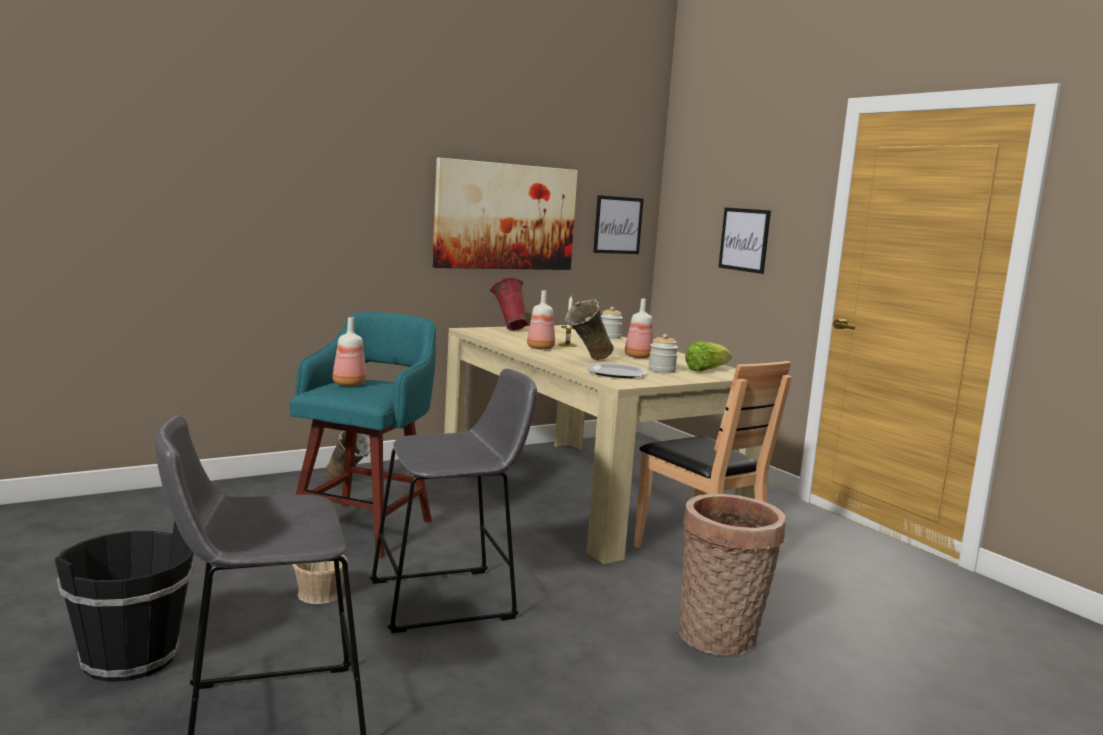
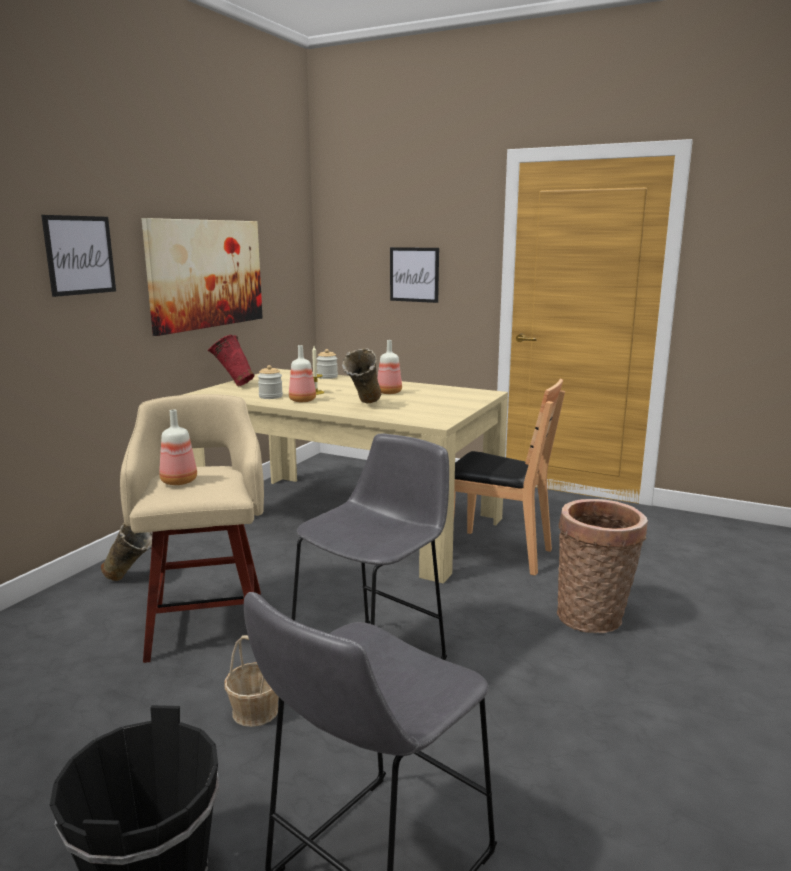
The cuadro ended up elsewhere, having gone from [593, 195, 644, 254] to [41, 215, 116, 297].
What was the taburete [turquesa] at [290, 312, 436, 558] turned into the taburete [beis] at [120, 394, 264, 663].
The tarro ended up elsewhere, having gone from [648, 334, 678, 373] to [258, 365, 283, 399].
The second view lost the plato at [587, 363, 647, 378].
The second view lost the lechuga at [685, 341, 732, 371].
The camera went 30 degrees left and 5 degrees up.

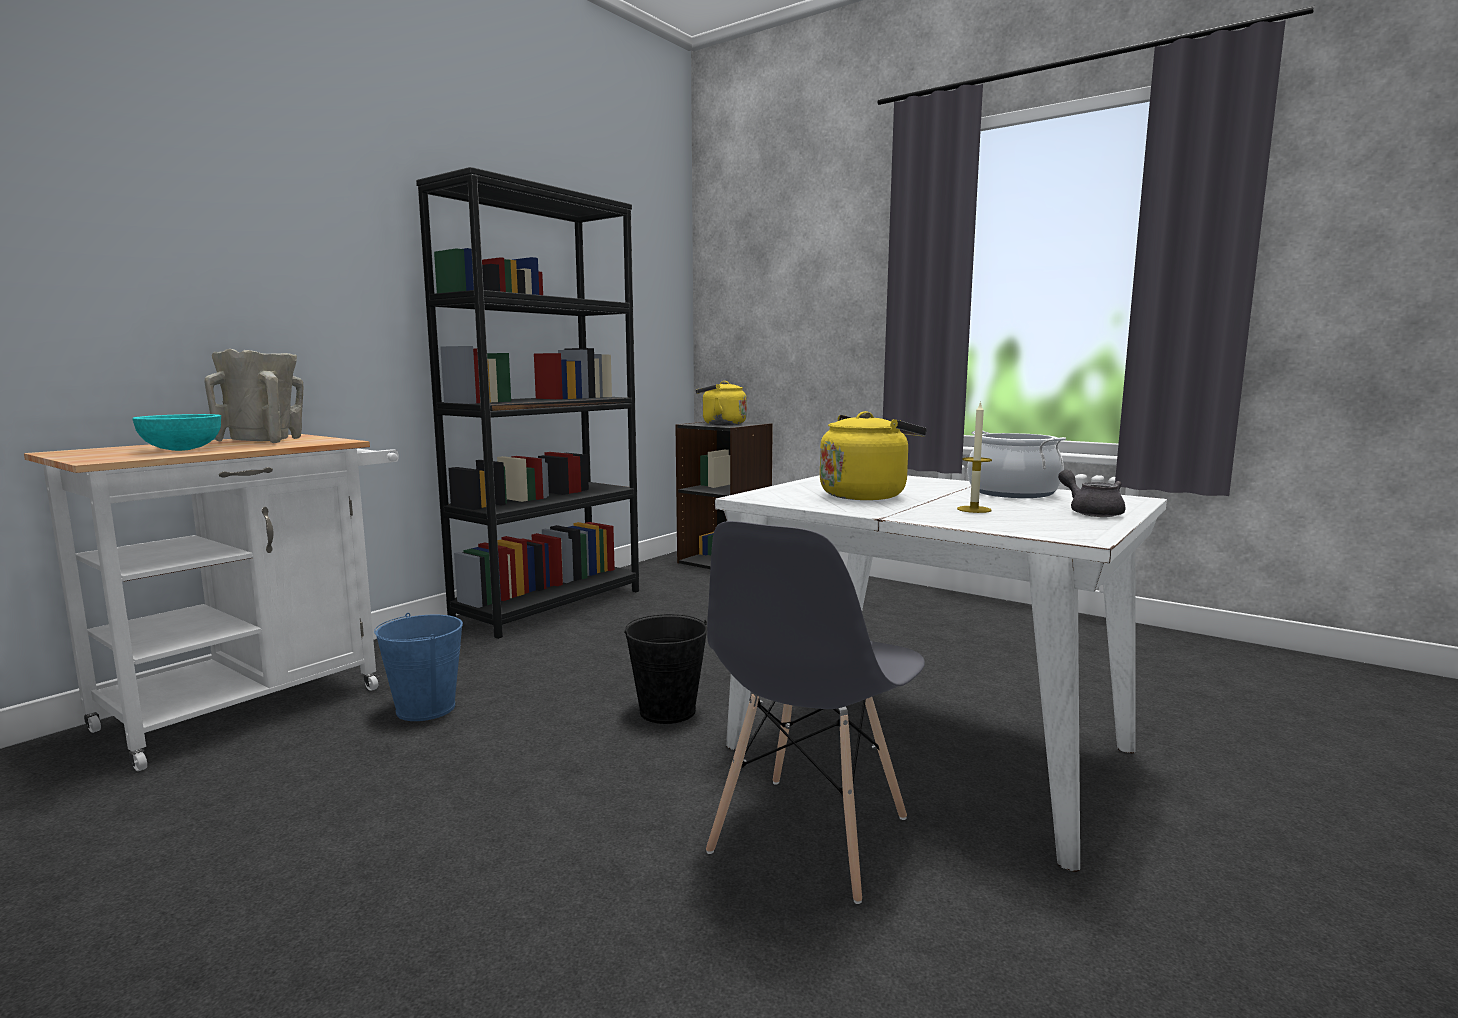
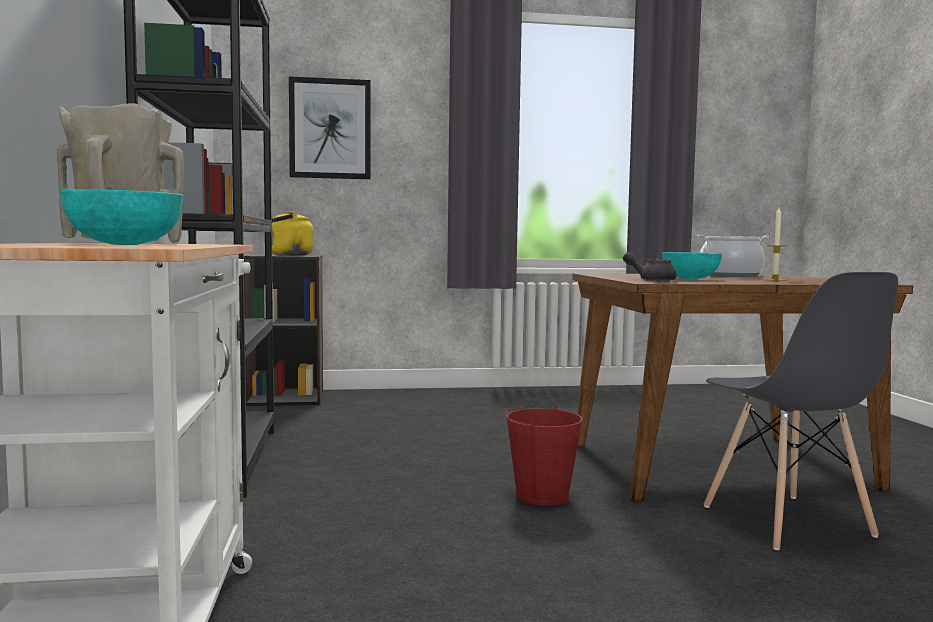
The second view gained the cuadro at [289, 76, 371, 179].
What was the cubo [negro] at [624, 614, 707, 724] turned into the cubo [rojo] at [505, 405, 583, 506].
What was the mesa de comedor [blanco] at [715, 475, 1167, 872] turned into the mesa de comedor [marrón] at [572, 273, 913, 501].
The tetera [gris] ended up elsewhere, having gone from [1058, 470, 1125, 517] to [623, 252, 677, 282].
Where the hervidor [amarillo] stood at [820, 411, 927, 500], the cuenco [turquesa] came to stand at [662, 252, 722, 279].
The second view lost the cubo [azul] at [374, 613, 463, 721].
The camera went 45 degrees left and 5 degrees down.

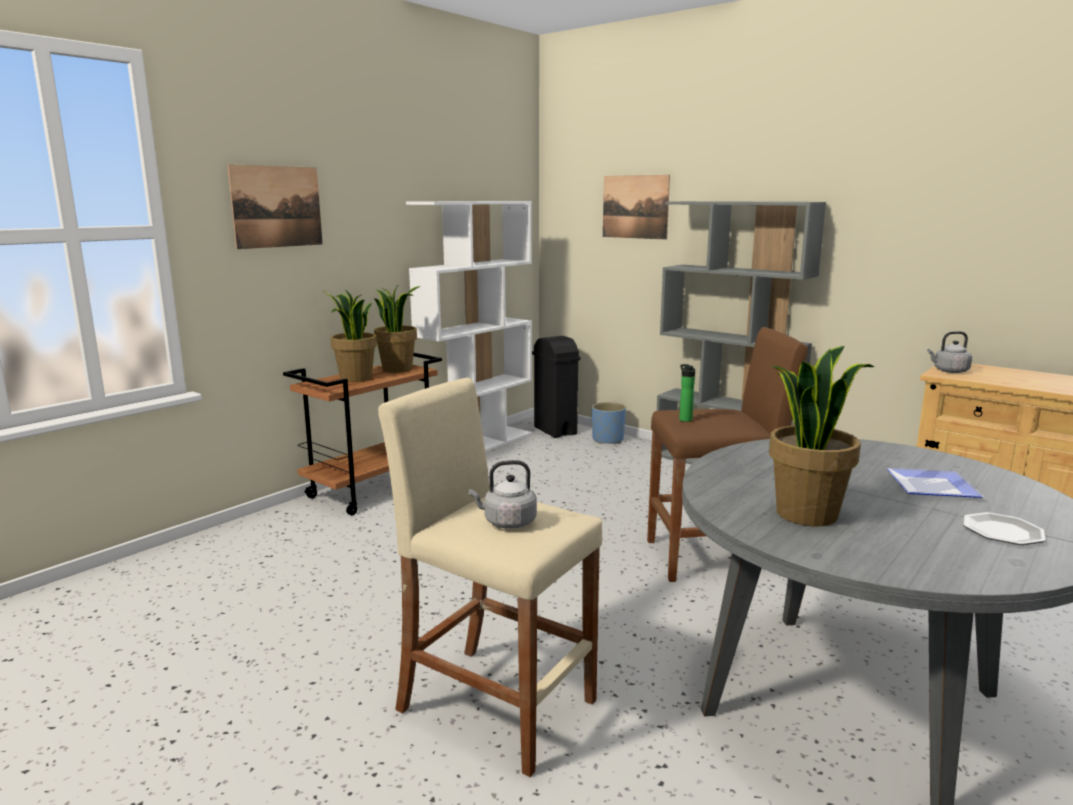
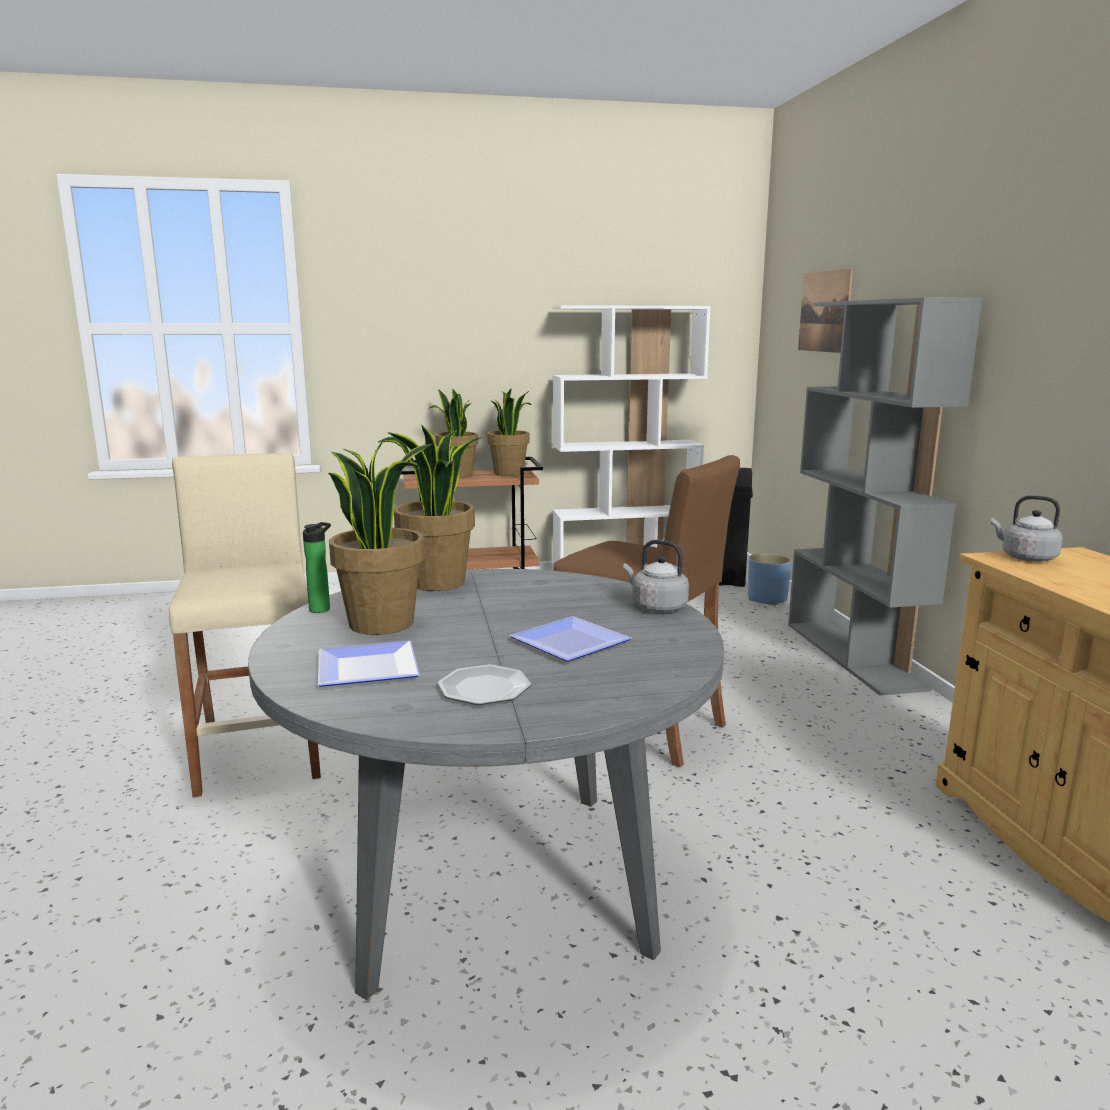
The botella ended up elsewhere, having gone from [679, 364, 695, 422] to [303, 522, 331, 613].
The second view gained the plato at [318, 641, 420, 687].
The second view gained the planta en maceta at [378, 424, 482, 591].
The hervidor [gris] ended up elsewhere, having gone from [469, 460, 537, 529] to [623, 540, 689, 612].
The second view lost the cuadro at [227, 165, 323, 249].
The camera went 40 degrees right and 0 degrees up.

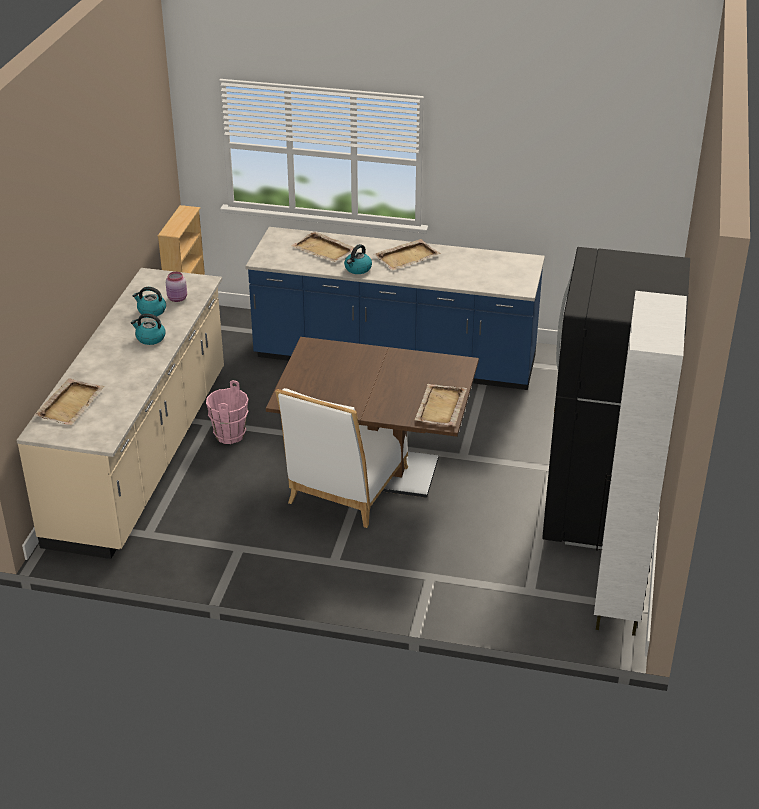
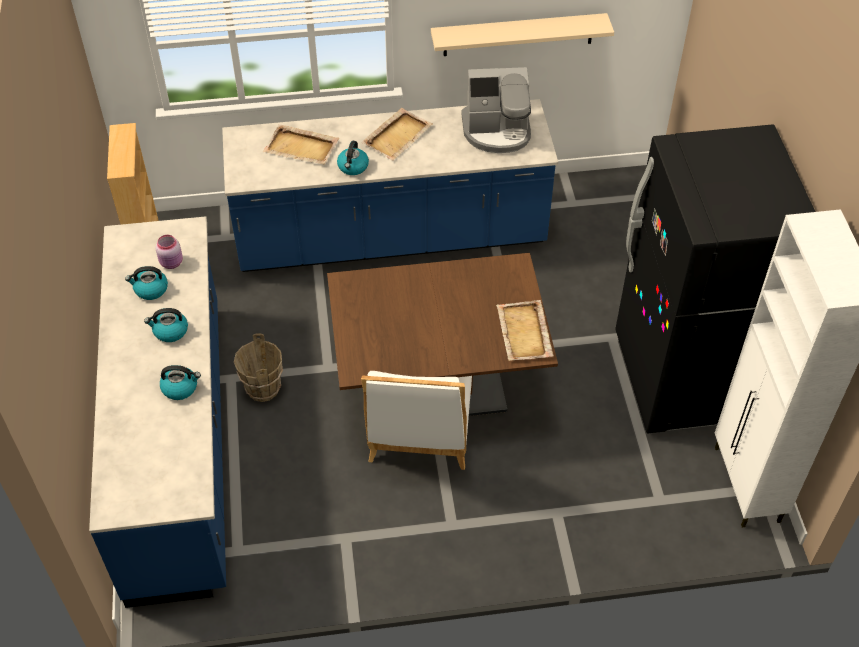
What was the mueble bajo de cocina [beis] at [16, 268, 224, 559] turned into the mueble bajo de cocina [azul] at [89, 216, 226, 608].
The second view gained the hervidor at [160, 365, 201, 400].
What was the cubo [rosa] at [206, 380, 249, 444] turned into the cubo [marrón] at [234, 333, 283, 402].
The second view gained the estante [beis] at [431, 13, 614, 56].
The second view gained the cafetera at [461, 67, 531, 153].
The second view lost the bandeja [beis] at [34, 378, 105, 426].
The camera went 20 degrees left and 15 degrees up.

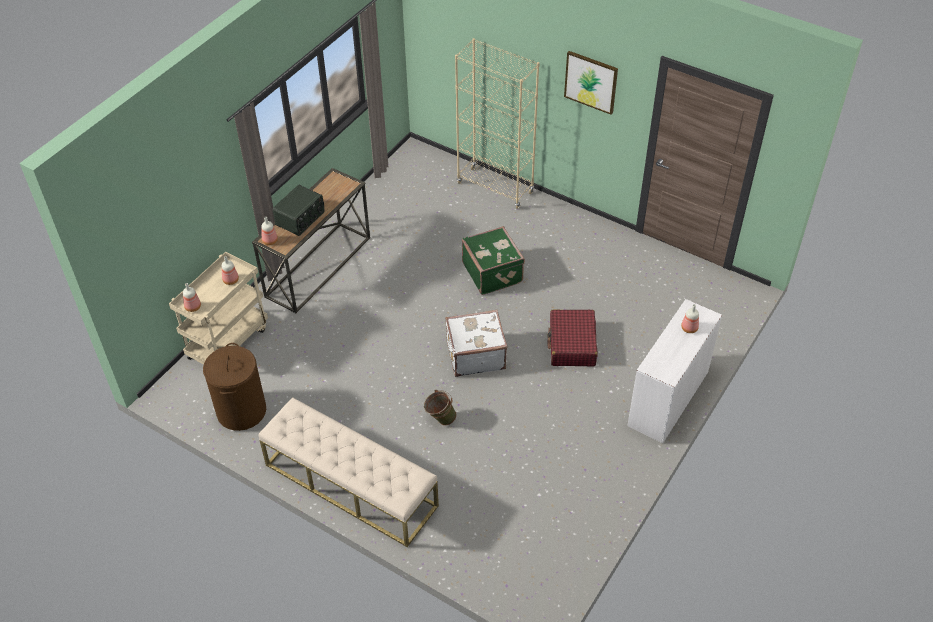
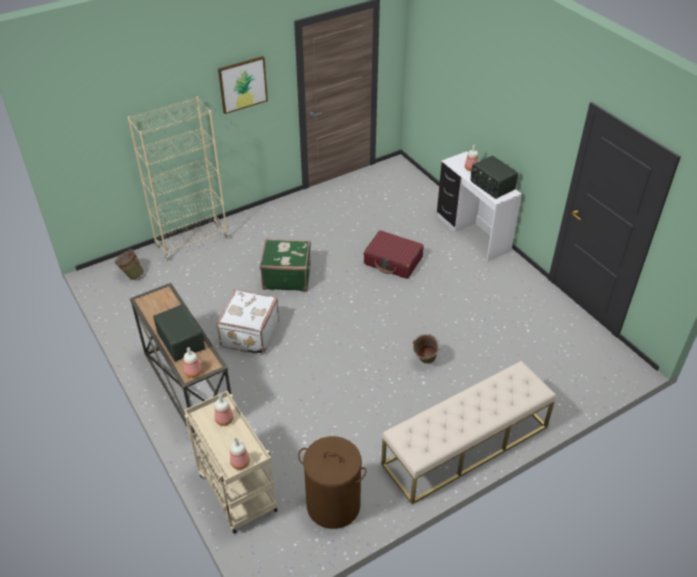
The second view gained the cubo [verde] at [115, 249, 144, 280].
The maleta [blanco] ended up elsewhere, having gone from [445, 310, 507, 377] to [216, 289, 279, 355].
The second view gained the radio at [470, 156, 518, 199].
The camera went 65 degrees left and 5 degrees down.

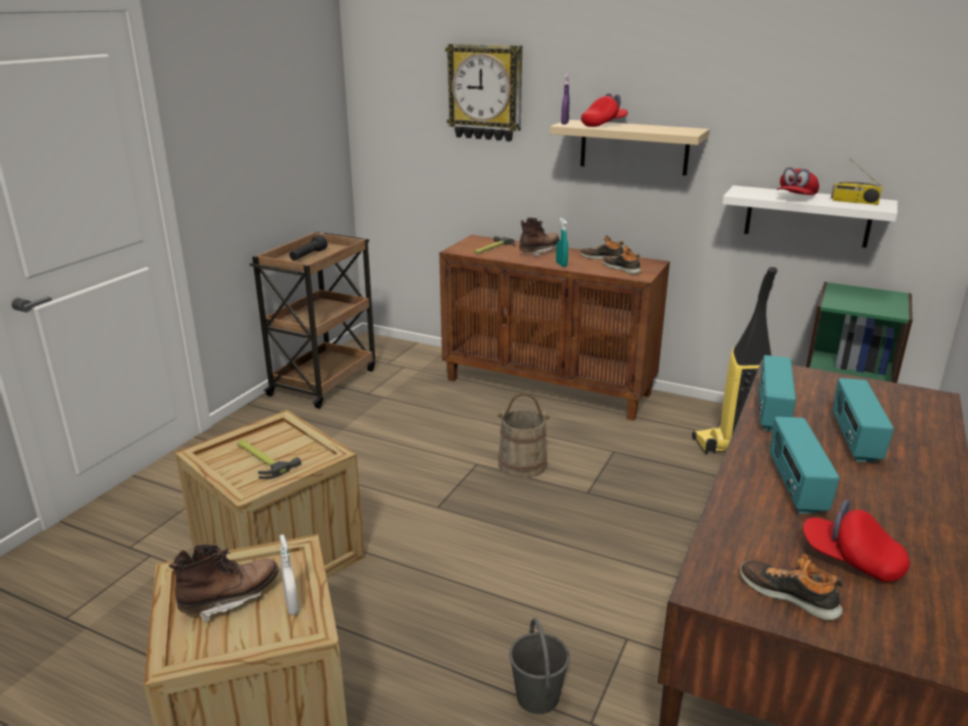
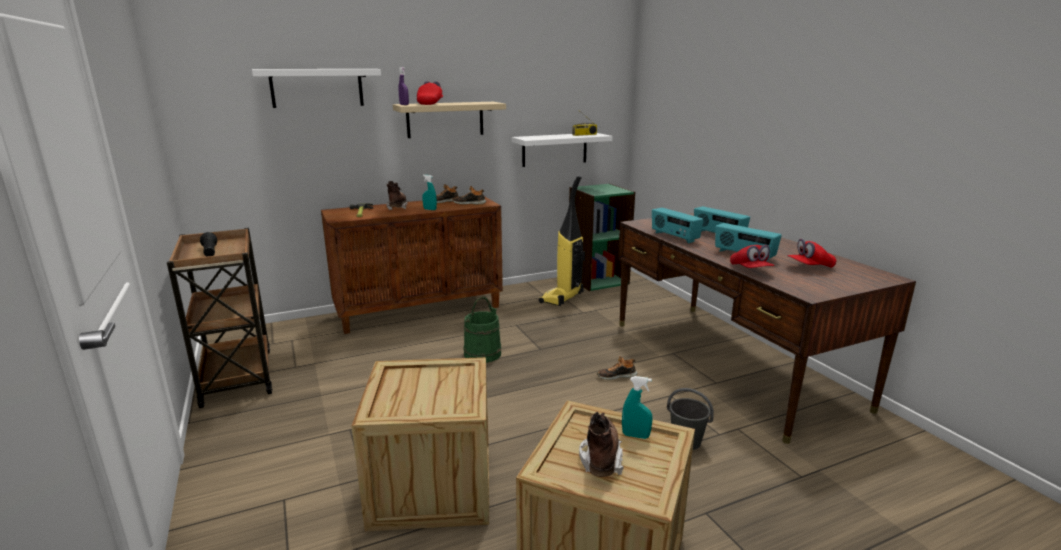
Where the reloj de pared hung at [445, 44, 522, 141], the estante [blanco] came to hang at [252, 69, 381, 108].
What was the cubo [beis] at [497, 393, 550, 478] turned into the cubo [verde] at [463, 297, 501, 363].
The zapato ended up elsewhere, having gone from [740, 554, 843, 621] to [597, 356, 637, 380].
What was the pulverizador [blanco] at [279, 534, 299, 615] turned into the pulverizador [turquesa] at [622, 376, 652, 439].
The gorra [rojo] ended up elsewhere, having gone from [777, 167, 819, 195] to [730, 245, 775, 268].
The second view lost the martillo at [237, 440, 301, 479].
The camera went 50 degrees left and 5 degrees down.

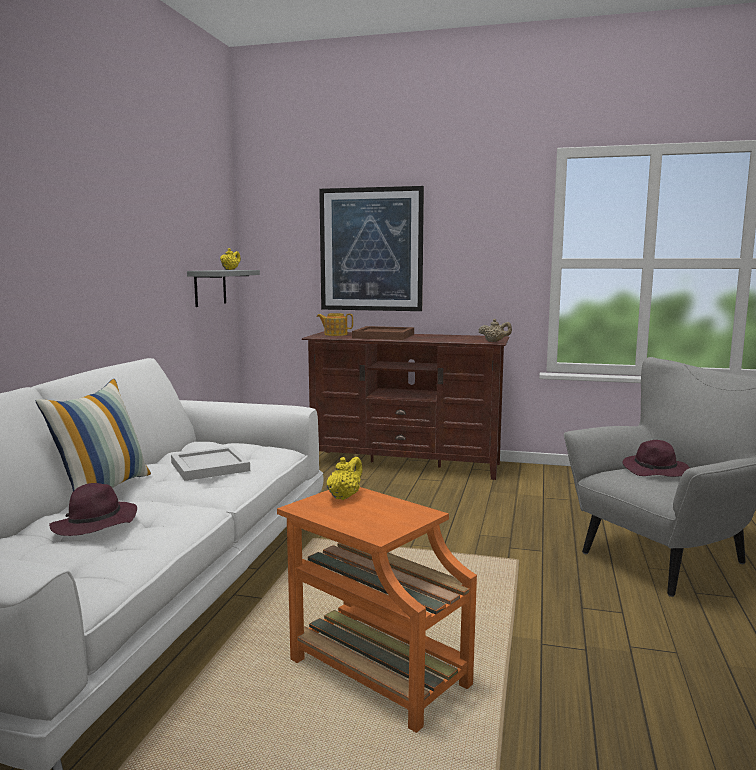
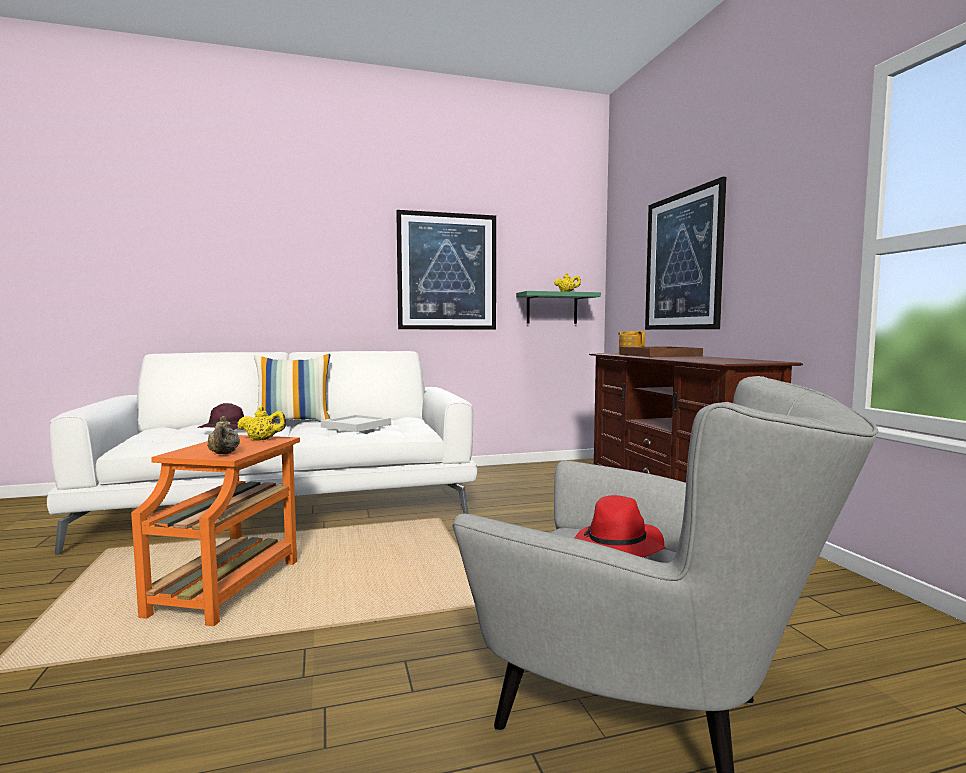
The tetera [beis] ended up elsewhere, having gone from [478, 319, 512, 342] to [207, 416, 240, 454].
The second view gained the cuadro at [396, 210, 496, 329].
What was the estante [gris] at [187, 270, 260, 307] turned into the estante [verde] at [516, 291, 601, 324].
What was the sombrero [morado] at [622, 440, 690, 477] turned into the sombrero [rojo] at [575, 495, 666, 557].
The camera went 60 degrees right and 5 degrees down.

